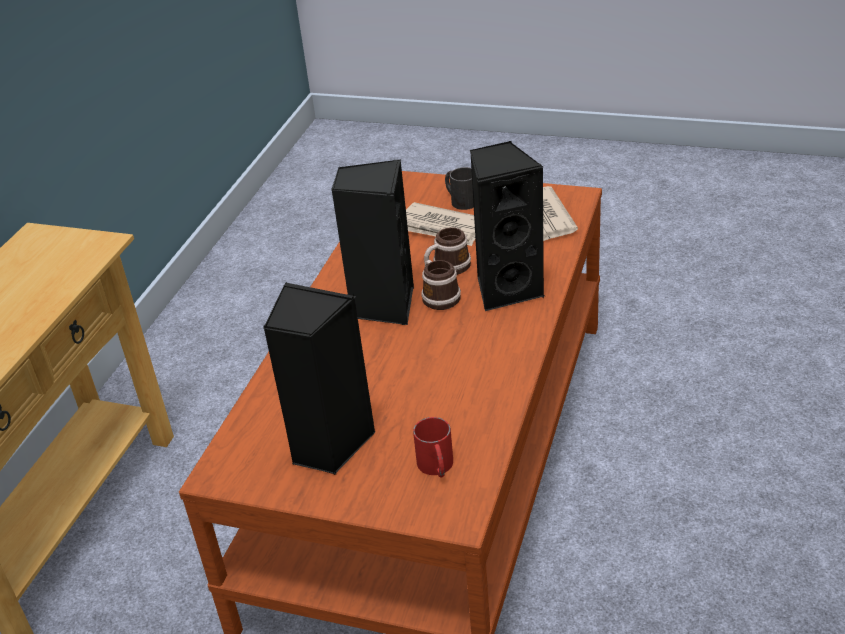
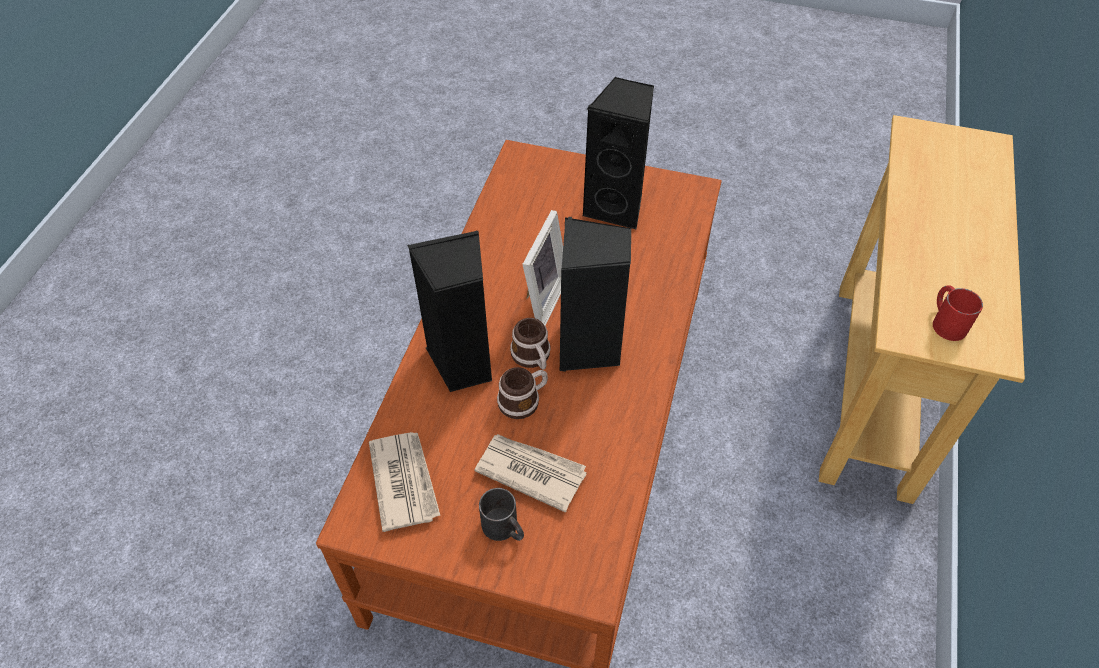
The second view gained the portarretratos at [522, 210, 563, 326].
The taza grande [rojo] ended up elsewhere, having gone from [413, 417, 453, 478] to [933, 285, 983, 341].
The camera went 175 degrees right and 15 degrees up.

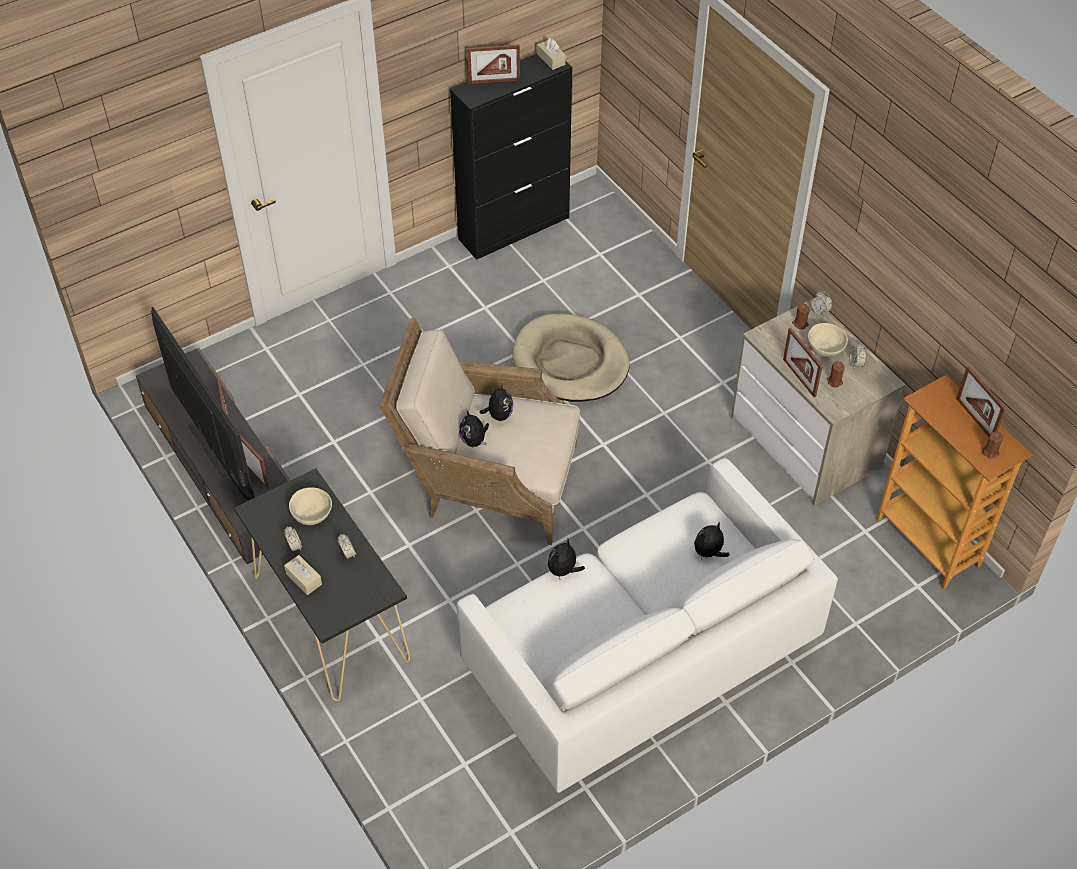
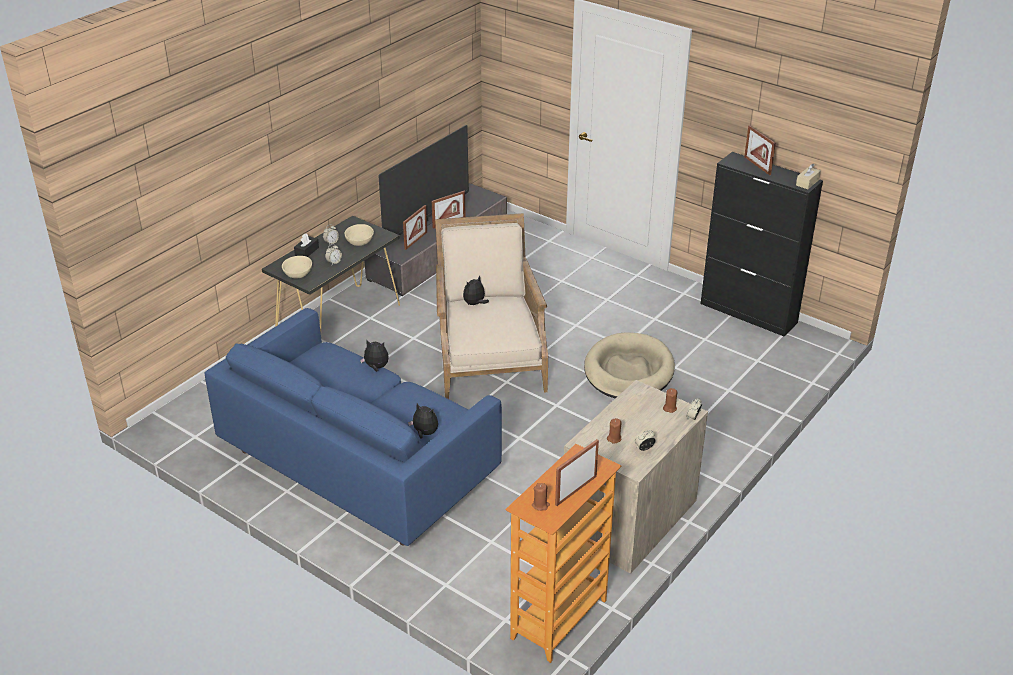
What was the sofá [blanco] at [457, 458, 838, 793] turned into the sofá [azul] at [204, 308, 502, 546].
The cuenco [beis] ended up elsewhere, having gone from [808, 323, 848, 357] to [282, 256, 312, 278].
What was the caja de pañuelos [beis] at [284, 555, 322, 595] turned into the caja de pañuelos [negro] at [294, 234, 319, 257].
The second view lost the peluche at [480, 383, 513, 421].
The second view lost the portarretratos at [783, 328, 823, 397].
The camera went 70 degrees right and 15 degrees down.

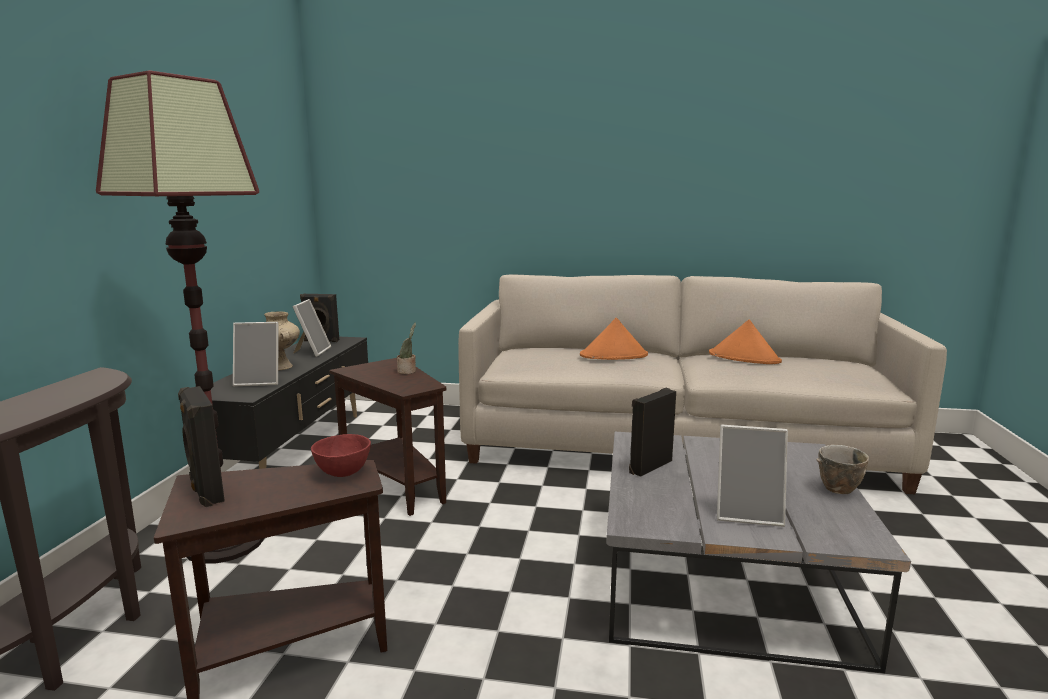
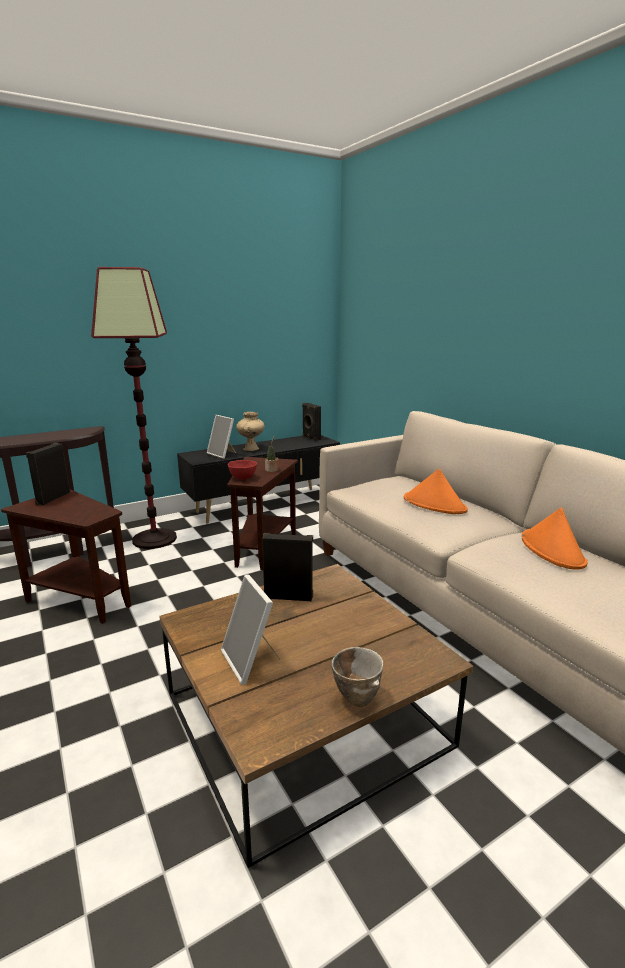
What was the mesa de centro [gris] at [606, 432, 911, 673] turned into the mesa de centro [marrón] at [159, 564, 473, 868].
The cuenco [rojo] ended up elsewhere, having gone from [311, 434, 371, 477] to [228, 460, 257, 480].
The second view lost the portarretratos at [293, 299, 331, 357].
The camera went 50 degrees right and 5 degrees up.

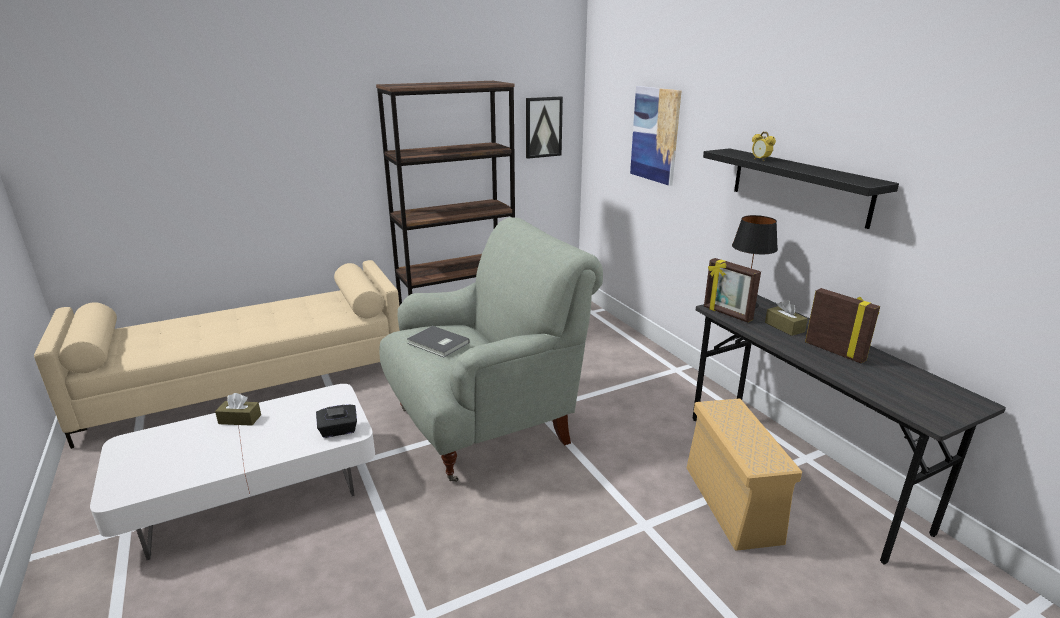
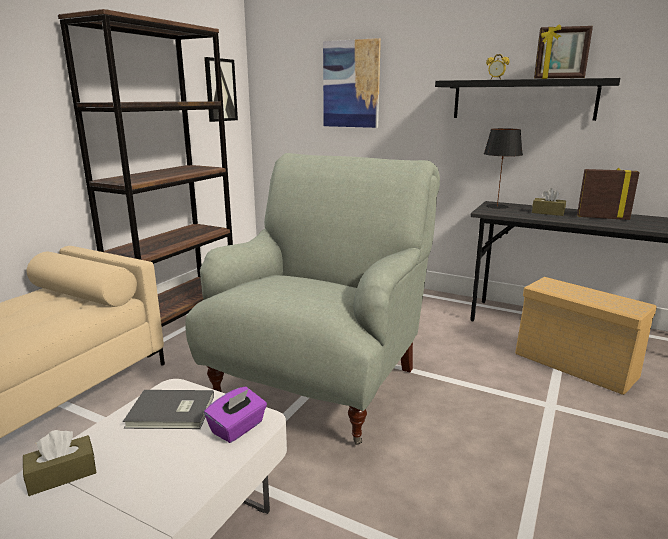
The libro [gris] ended up elsewhere, having gone from [407, 326, 470, 357] to [123, 390, 214, 429].
What was the caja de pañuelos [negro] at [316, 404, 357, 438] turned into the caja de pañuelos [morado] at [204, 386, 267, 443].
The portarretratos ended up elsewhere, having gone from [704, 258, 761, 323] to [534, 24, 593, 79].
The camera went 35 degrees left and 5 degrees down.

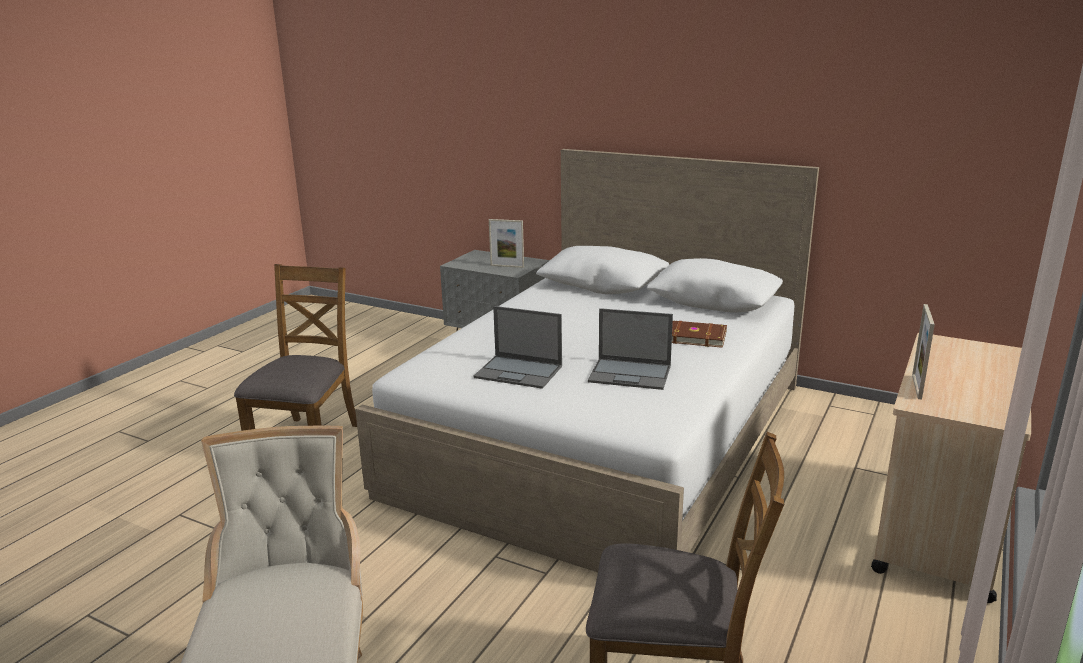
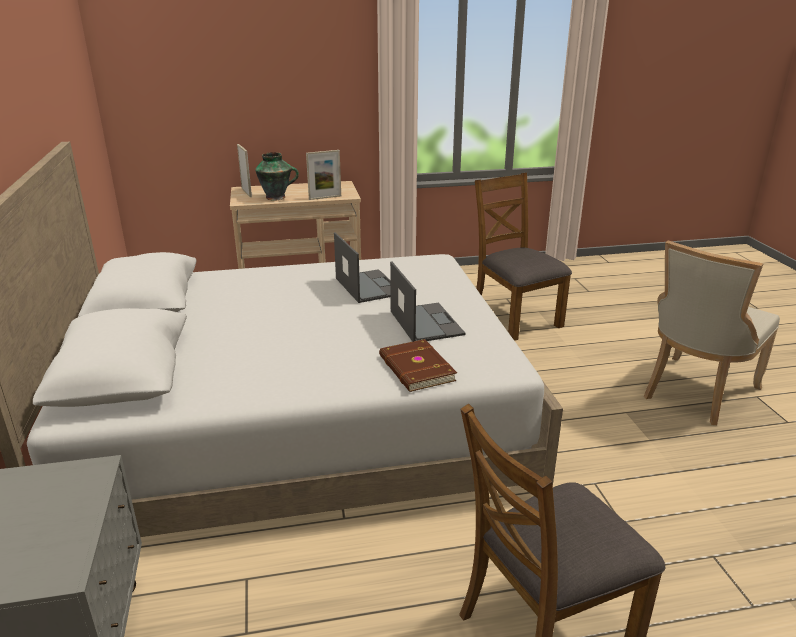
The portarretratos ended up elsewhere, having gone from [489, 219, 524, 268] to [237, 144, 252, 197].
The second view gained the florero at [255, 152, 299, 201].
The libro [marrón] ended up elsewhere, having gone from [672, 321, 727, 348] to [379, 339, 457, 392].
The camera went 130 degrees left and 5 degrees up.

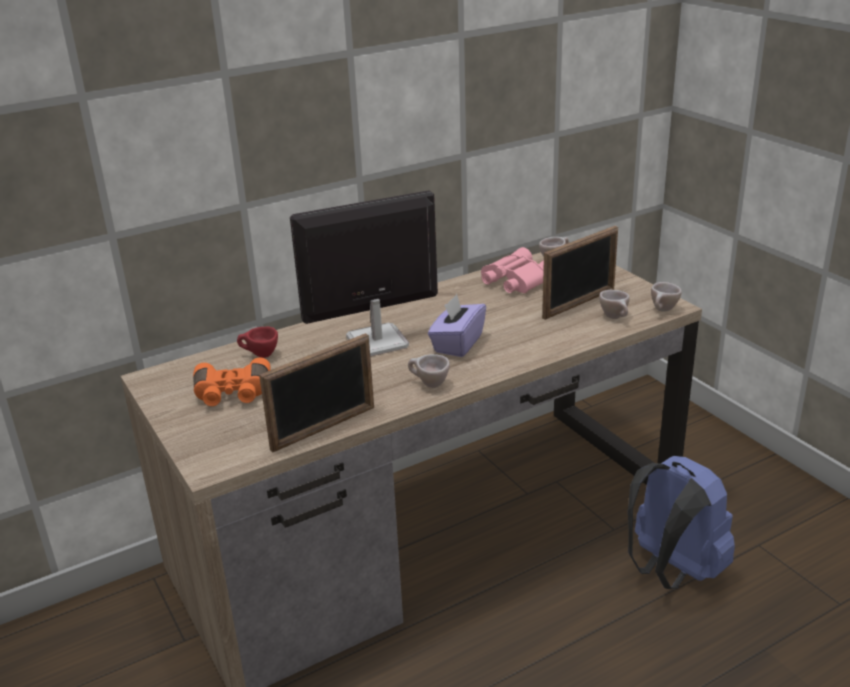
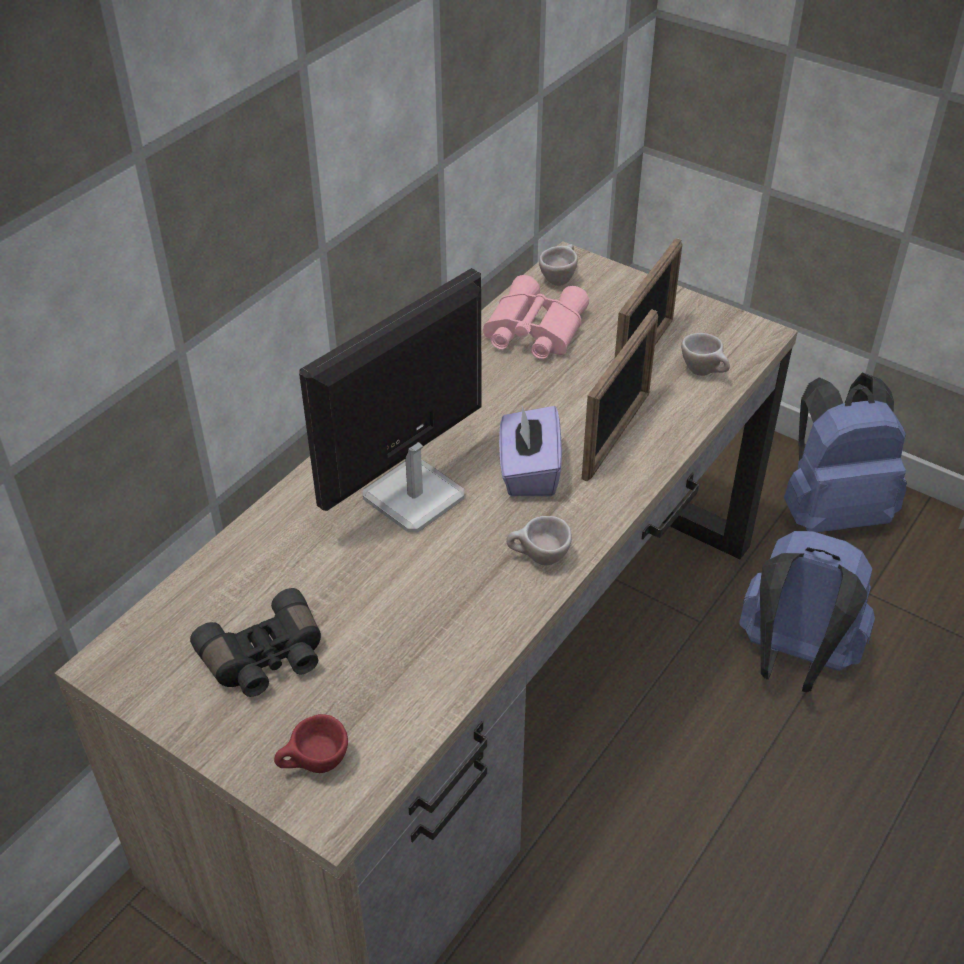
What was the prismáticos [naranja] at [193, 358, 271, 406] turned into the prismáticos [negro] at [190, 588, 321, 697].
The taza [rojo] ended up elsewhere, having gone from [237, 327, 278, 358] to [274, 714, 348, 773].
The portarretratos ended up elsewhere, having gone from [259, 333, 374, 452] to [582, 309, 658, 481].
The second view gained the mochila [azul] at [784, 372, 907, 533].
The second view lost the taza [beis] at [651, 282, 682, 312].
The camera went 25 degrees left and 15 degrees up.

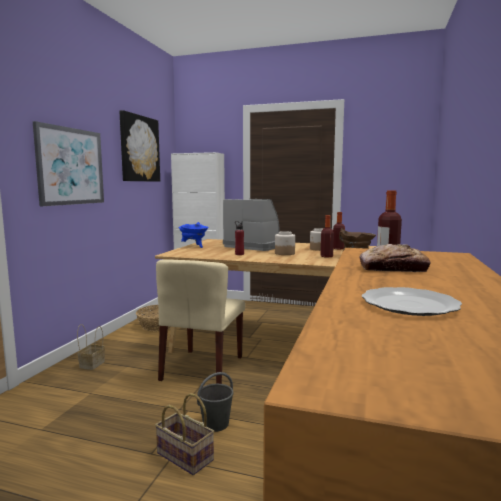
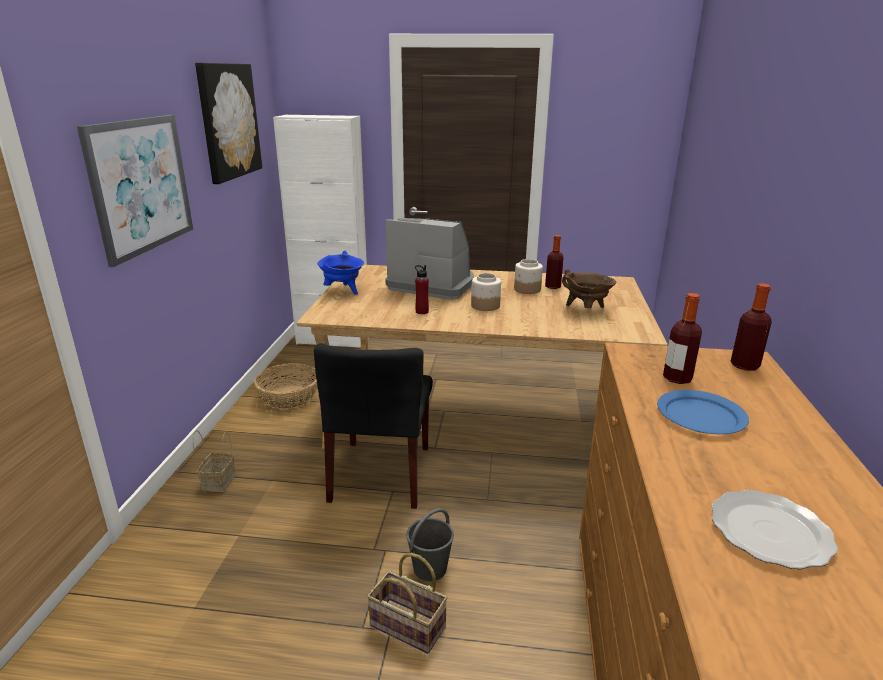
What was the silla [beis] at [156, 259, 245, 384] turned into the silla [negro] at [314, 343, 433, 509].
Where the pan stood at [360, 244, 430, 272], the plato [azul] came to stand at [657, 390, 749, 434].
The botella ended up elsewhere, having gone from [321, 215, 334, 257] to [731, 283, 772, 370].
The camera went 10 degrees left and 15 degrees up.

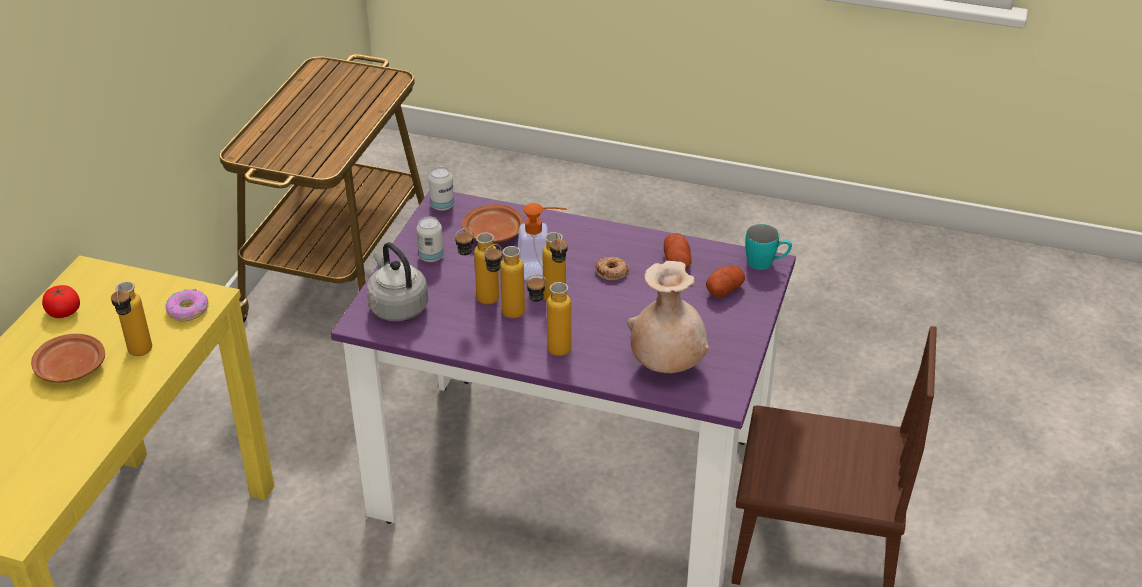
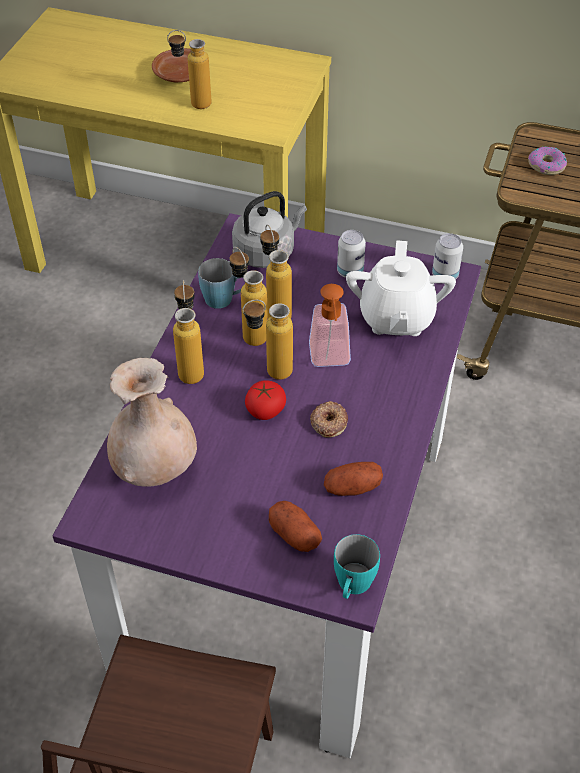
The second view gained the taza grande [azul] at [198, 258, 243, 309].
The tomate ended up elsewhere, having gone from [42, 285, 80, 318] to [245, 380, 286, 420].
Where the plato [marrón] stood at [462, 204, 524, 243], the tetera [blanco] came to stand at [346, 240, 456, 336].
The rosquilla ended up elsewhere, having gone from [166, 289, 209, 321] to [528, 147, 567, 175].
The camera went 90 degrees right and 10 degrees up.

